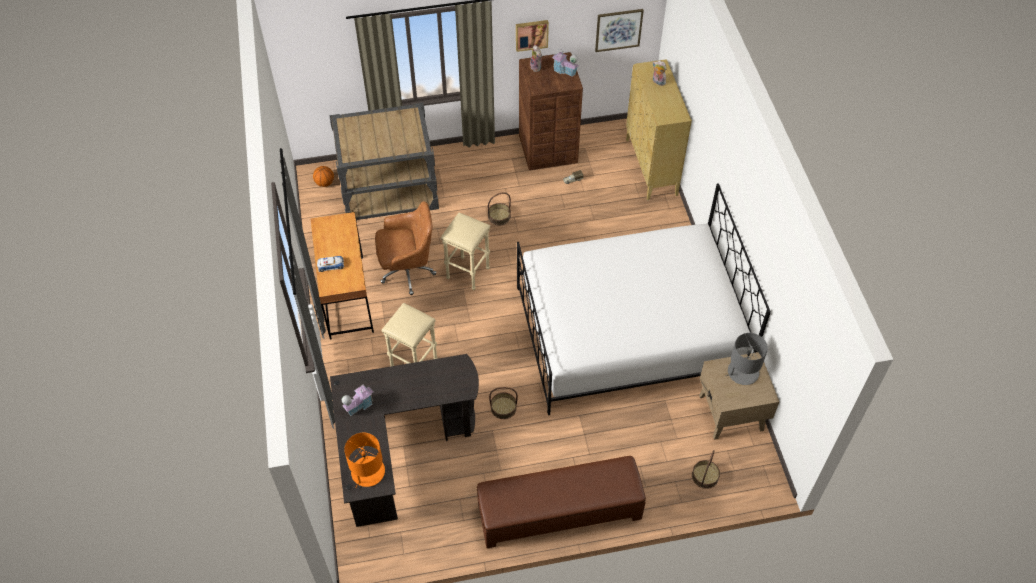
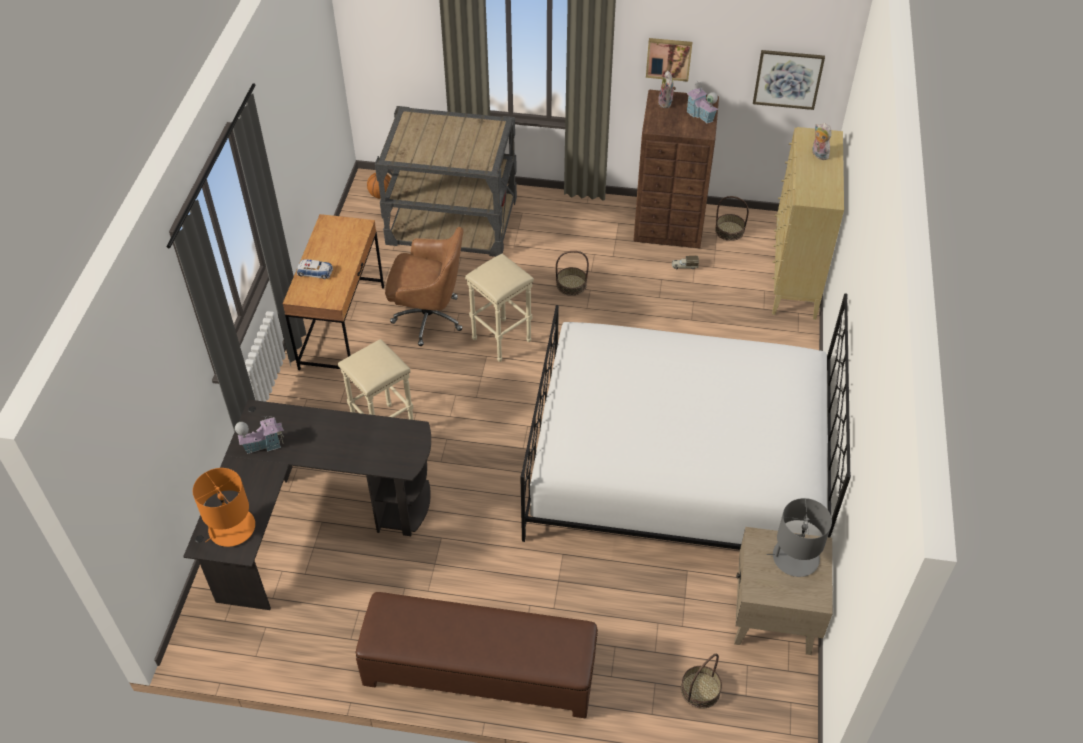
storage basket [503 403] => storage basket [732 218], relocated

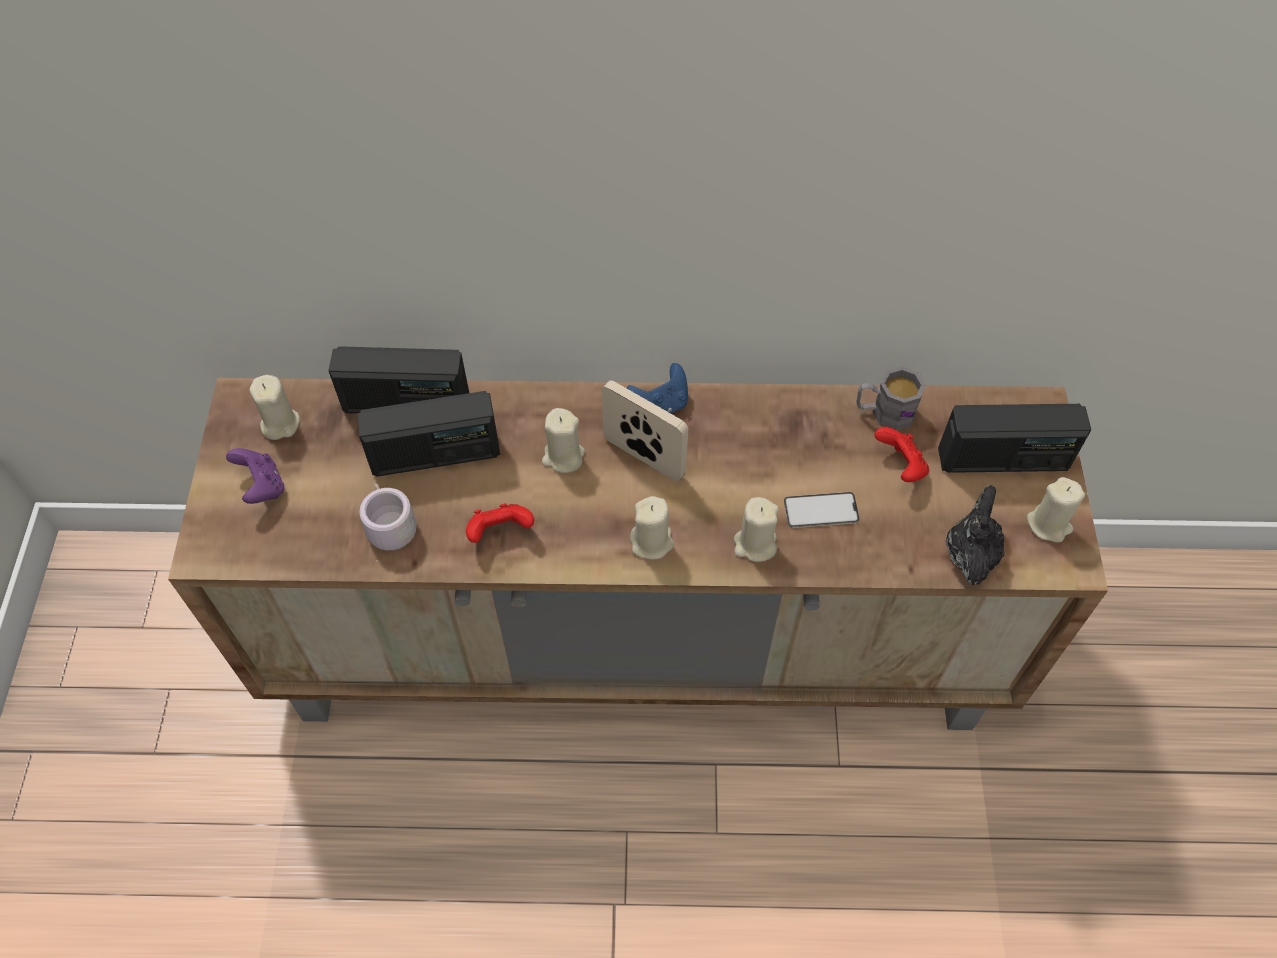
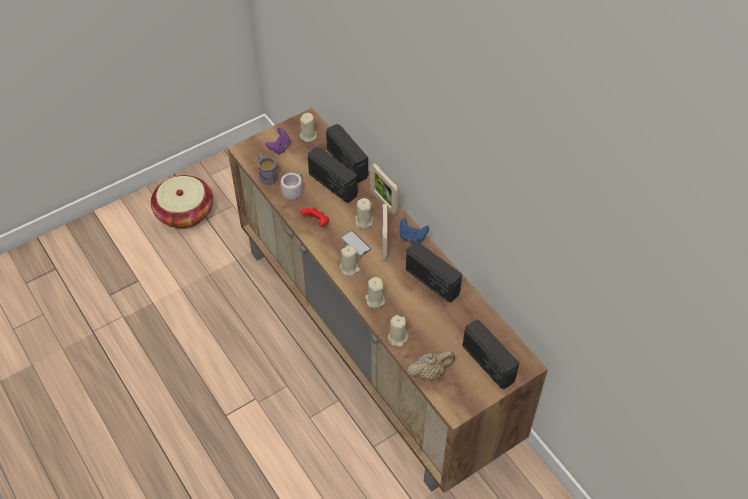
red-coloured gamepad [902 454] => nothing
nothing => storage basket [182 202]
nothing => picture frame [384 189]
nothing => radio receiver [434 272]
handset [821 510] => handset [355 243], relocated
greyish coffee mug [891 398] => greyish coffee mug [268 169], relocated
sand-coloured wax candle [1056 510] => sand-coloured wax candle [398 331], relocated
blackish teapot [975 535] => sand-coloured teapot [431 366]

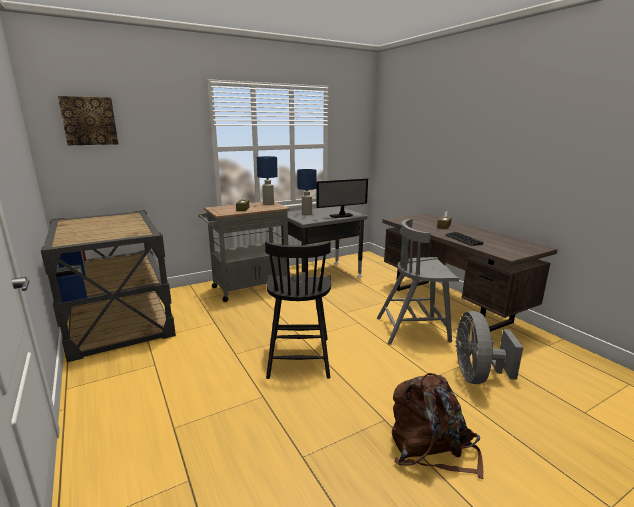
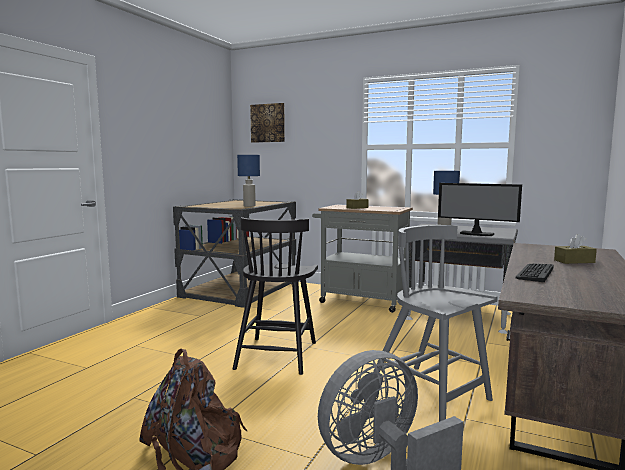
bluish lamp for a table [267 180] => bluish lamp for a table [248 181], relocated
blackish chair [298 310] => blackish chair [275 296], 45 degrees counterclockwise

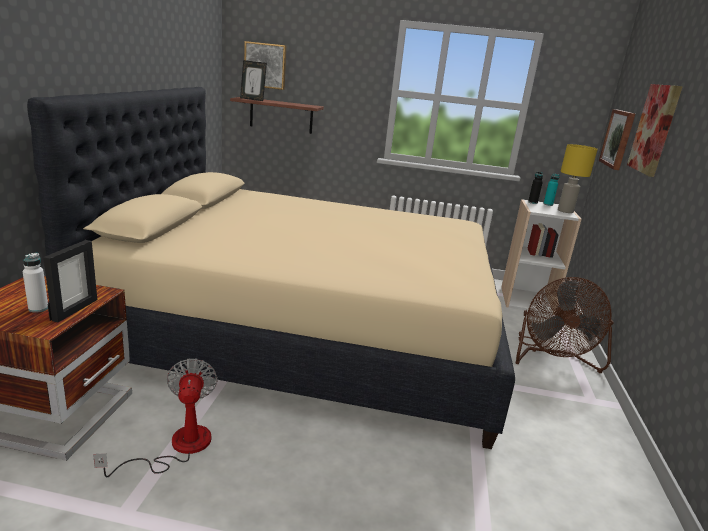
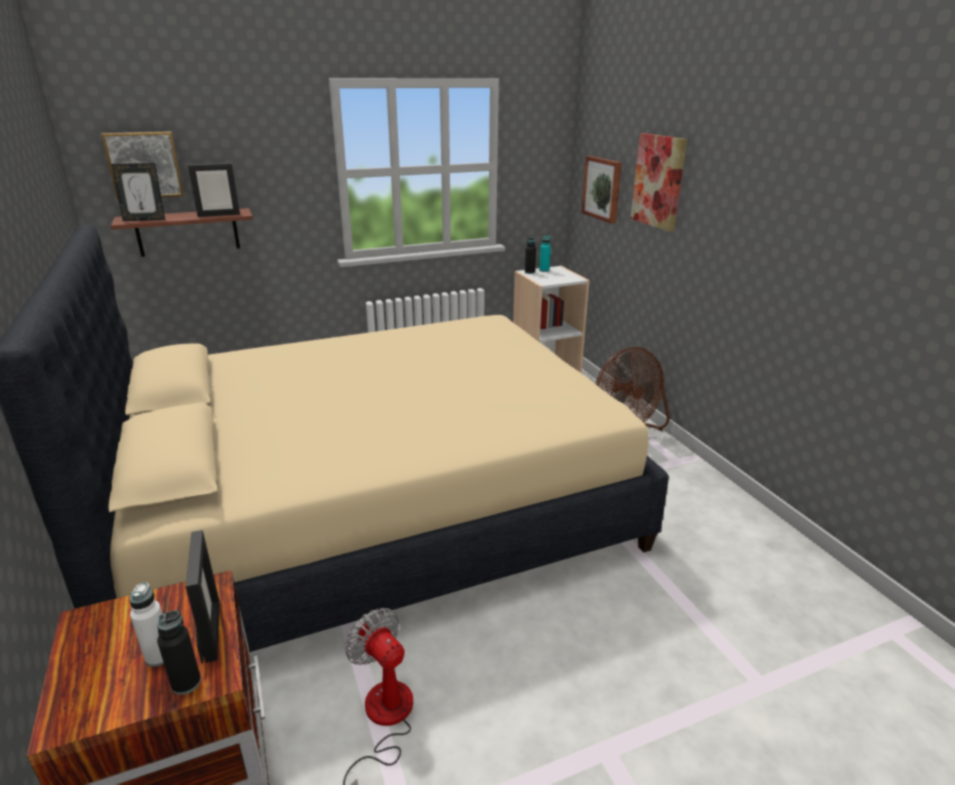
yellow lamp for a table [578 178] => nothing
nothing => blackish beverage bottle [179 652]
nothing => picture frame [214 190]

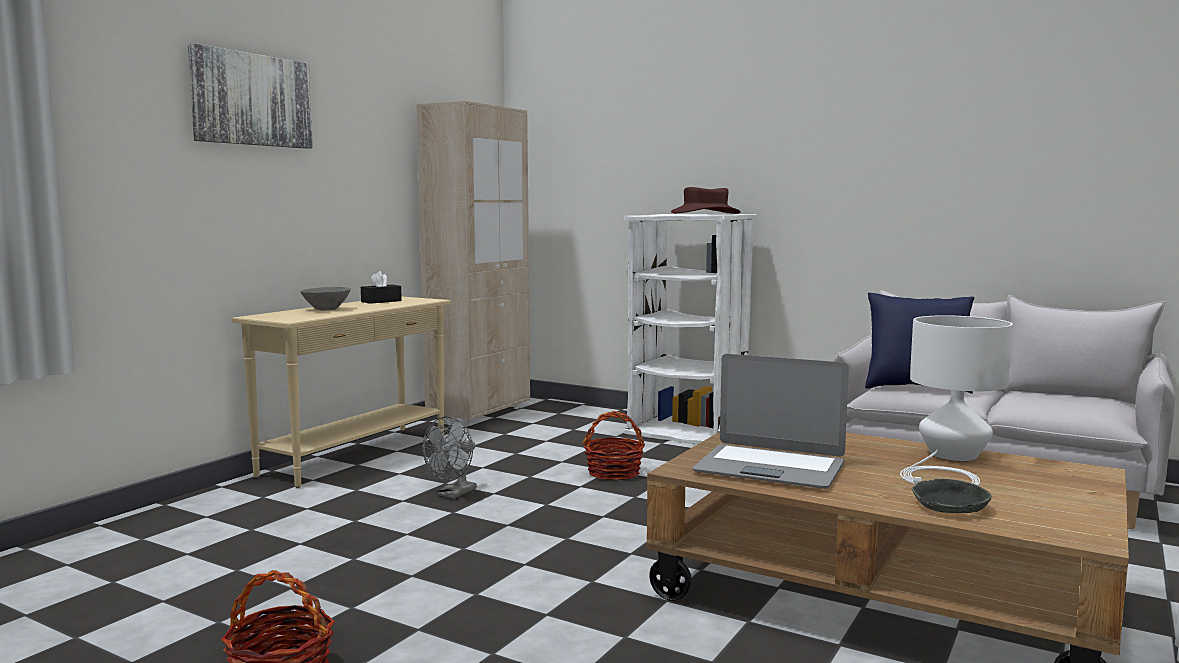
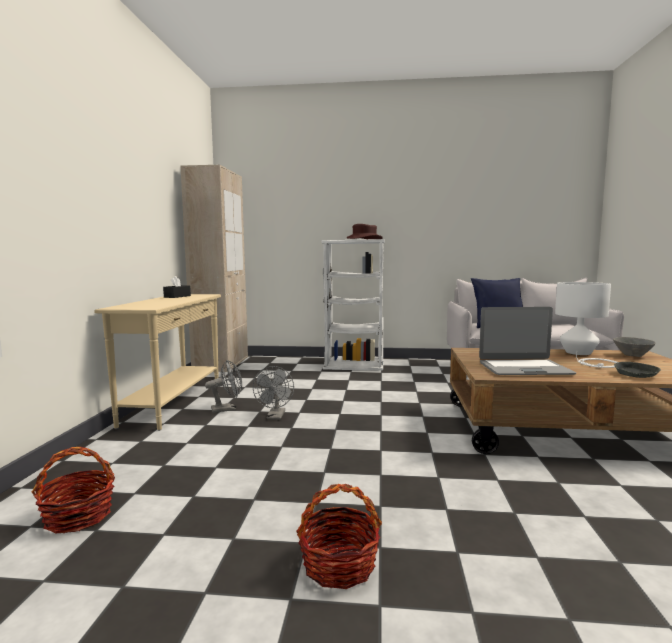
wall art [250 96] => nothing
nothing => greyish cooling fan [223 386]
greyish serving bowl [325 299] => greyish serving bowl [634 347], relocated
storage basket [613 446] => storage basket [73 490], relocated

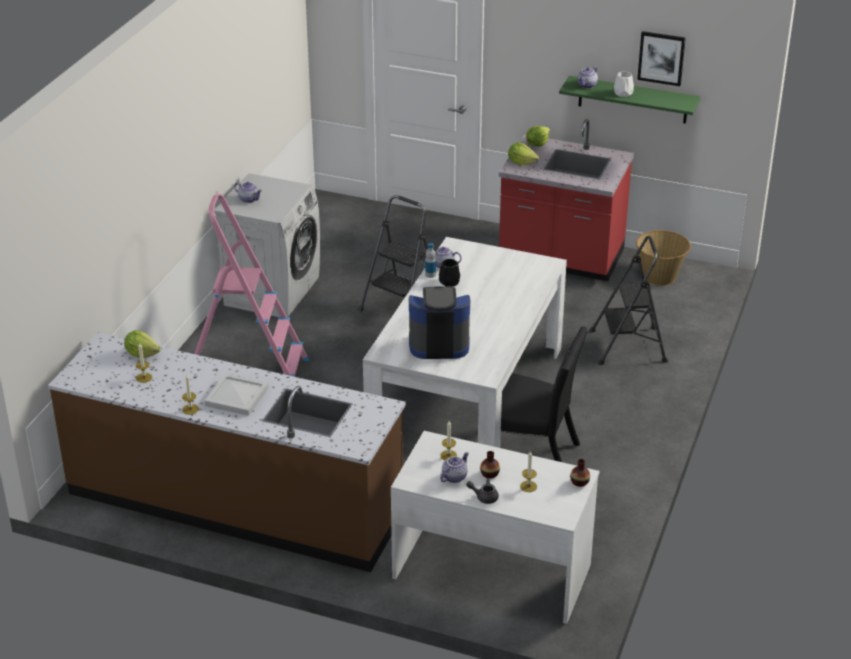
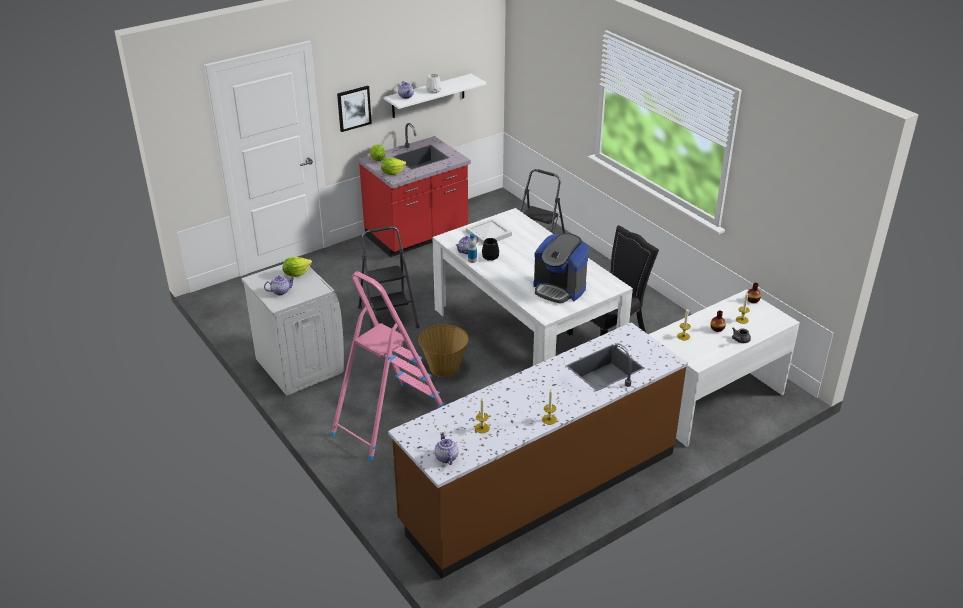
head of lettuce [142 344] => head of lettuce [297 267], relocated
whitish tray [236 395] => whitish tray [489 231], relocated
teapot [454 467] => teapot [447 448], relocated
storage basket [663 258] => storage basket [443 350], relocated
wall art [661 58] => wall art [354 109], relocated
green shelf [630 100] => whitish shelf [435 96]
coffee brewer [439 322] => coffee brewer [561 268], 90 degrees counterclockwise

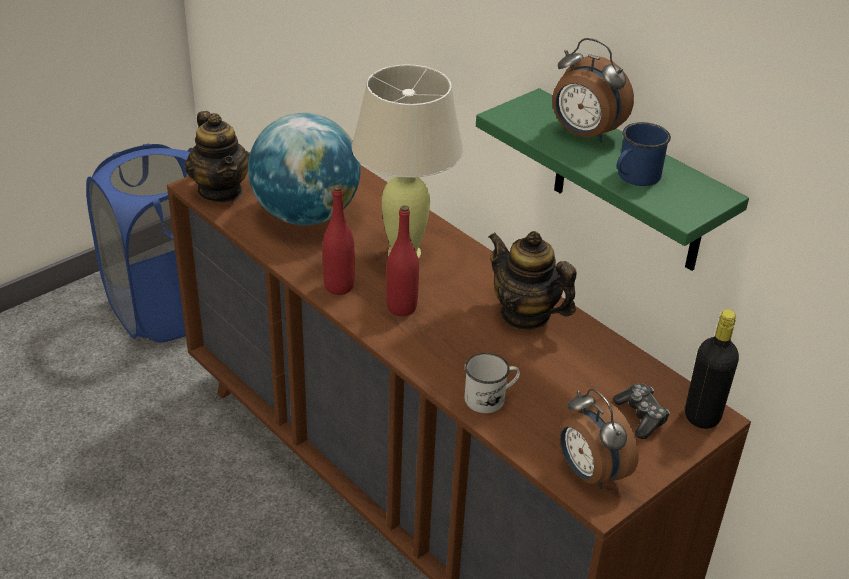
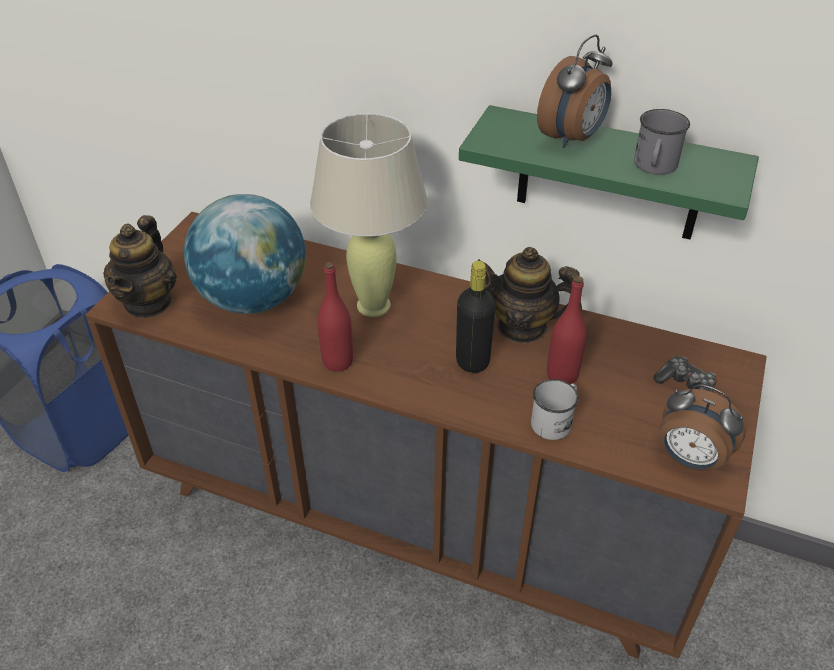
red-coloured beverage bottle [402 260] => red-coloured beverage bottle [566 330], relocated
blackish beverage bottle [712 369] => blackish beverage bottle [476 317], relocated
bluish coffee mug [644 154] => greyish coffee mug [662 142]
teapot [217 156] => teapot [140 266], 60 degrees clockwise
alarm clock [593 90] => alarm clock [574 91], 60 degrees counterclockwise

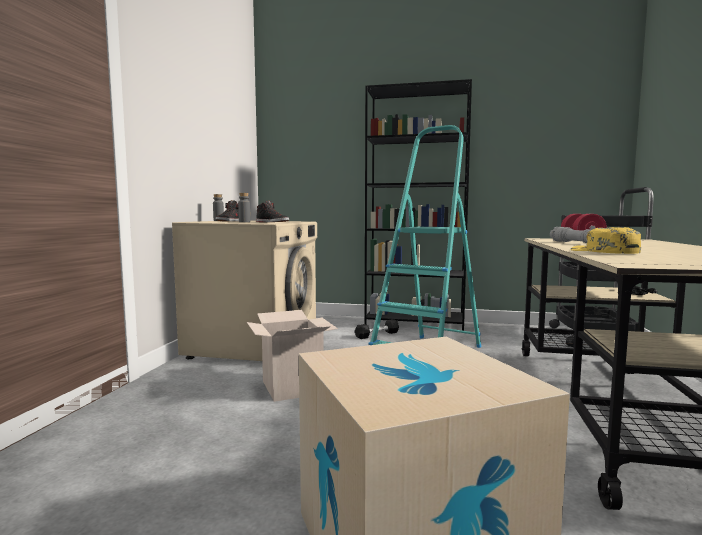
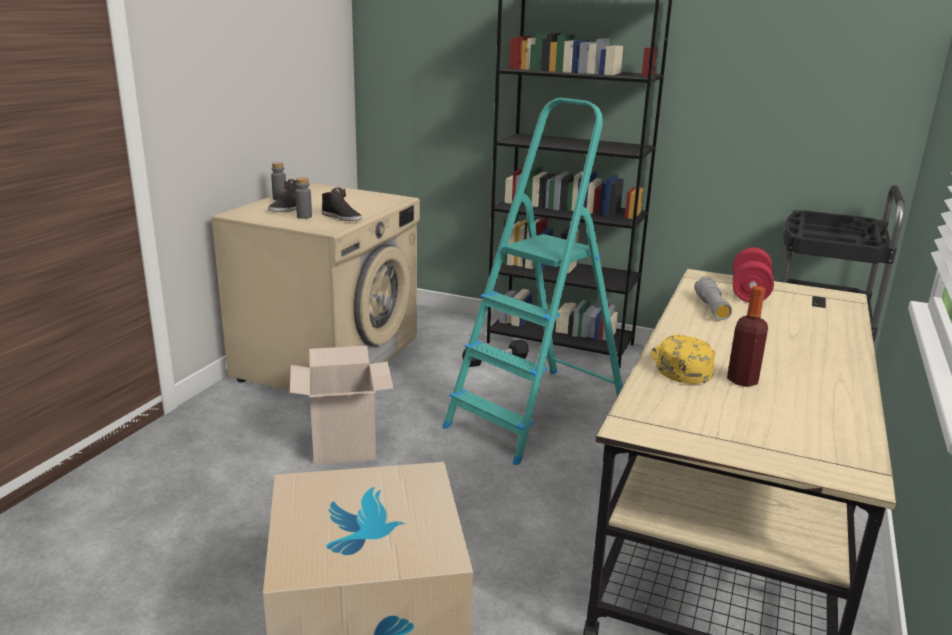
nothing => beverage bottle [747 336]

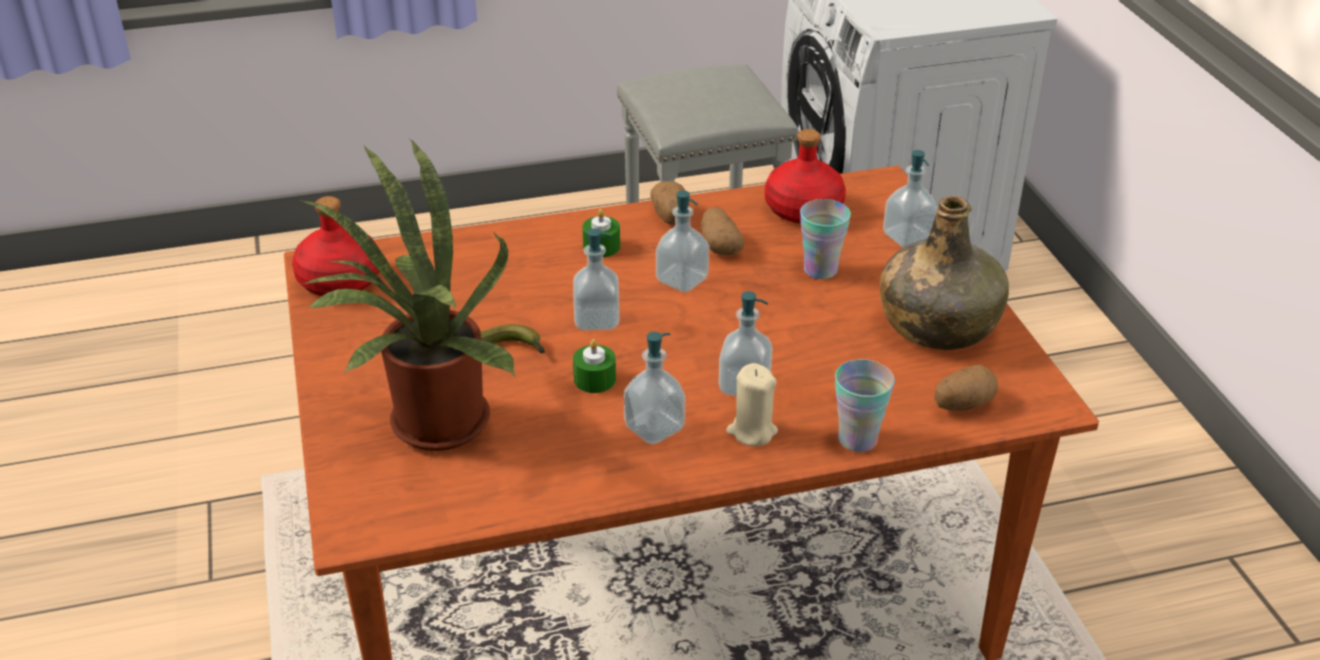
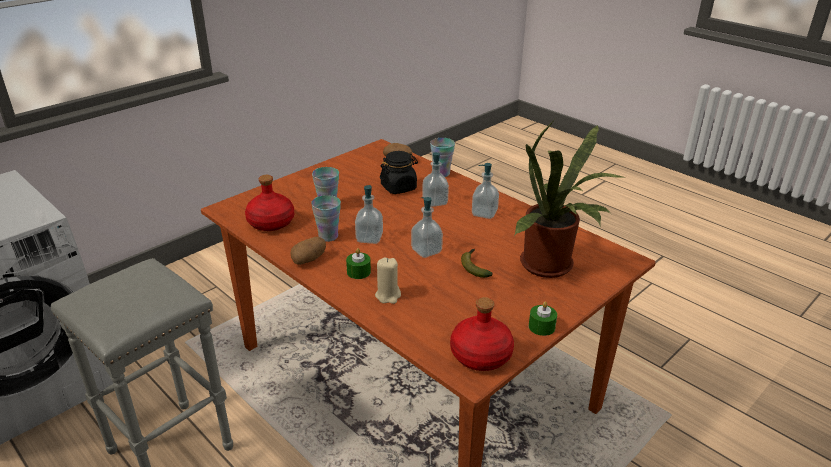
green beverage bottle [944 273] => nothing
liquid soap bottle [910 199] => nothing
nothing => blackish storage jar [399 172]
green wax candle [594 366] => green wax candle [543 318], relocated
sand-coloured wax candle [752 404] => sand-coloured wax candle [388 280], relocated
whole potato [722 231] => drinking cup [326 218]

